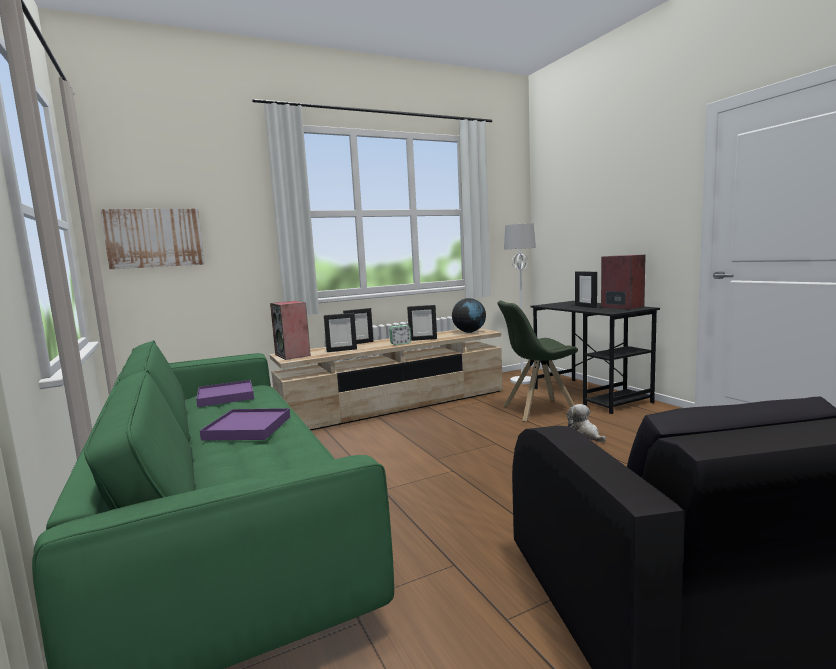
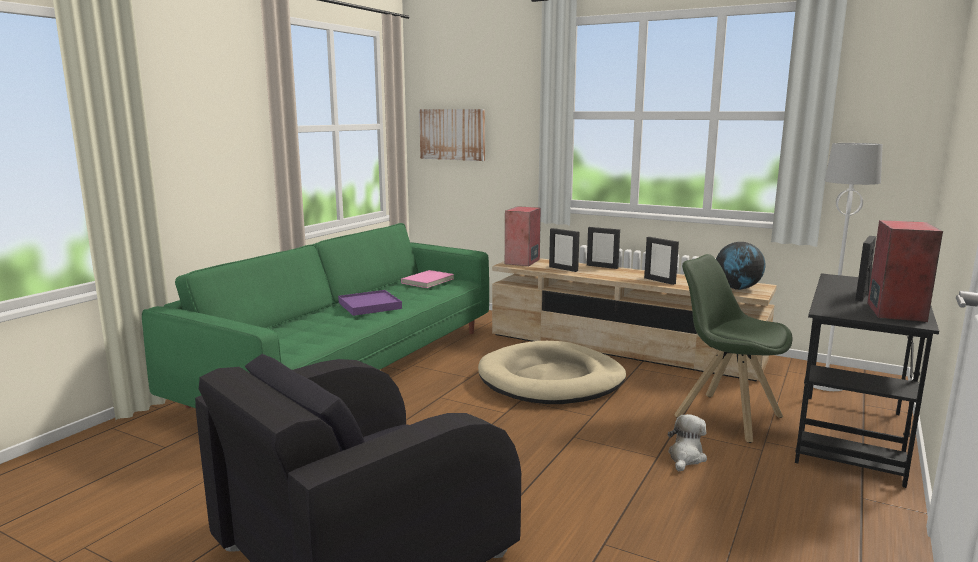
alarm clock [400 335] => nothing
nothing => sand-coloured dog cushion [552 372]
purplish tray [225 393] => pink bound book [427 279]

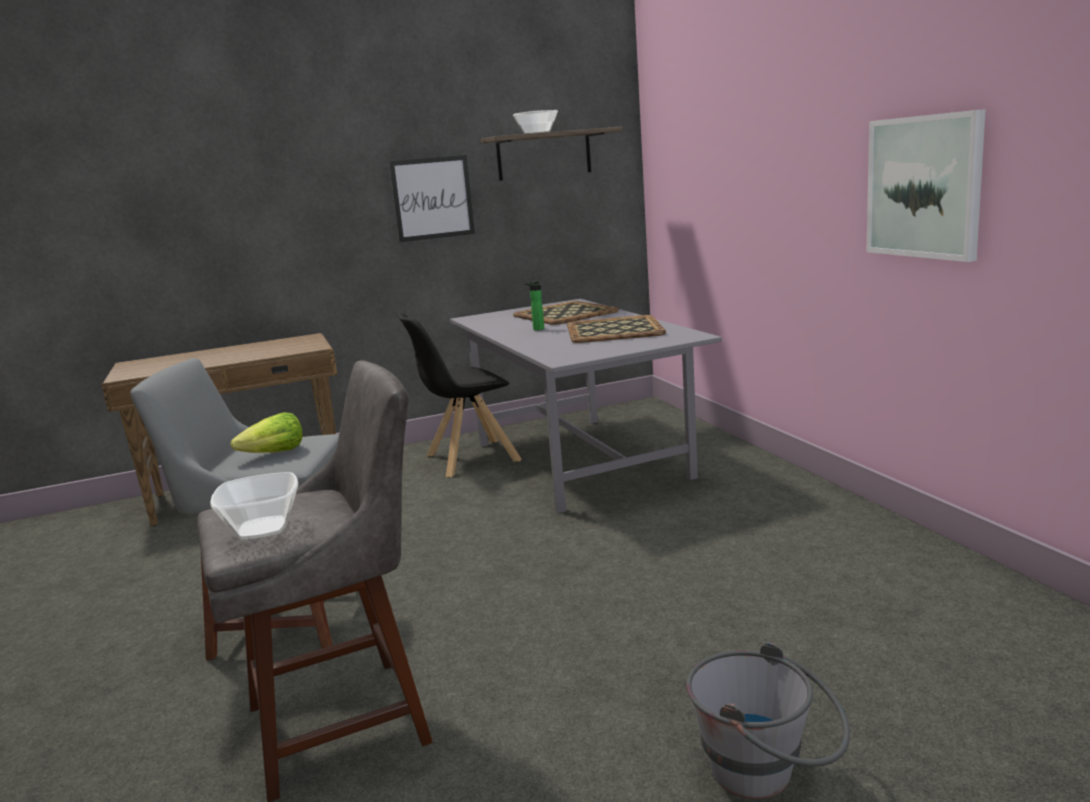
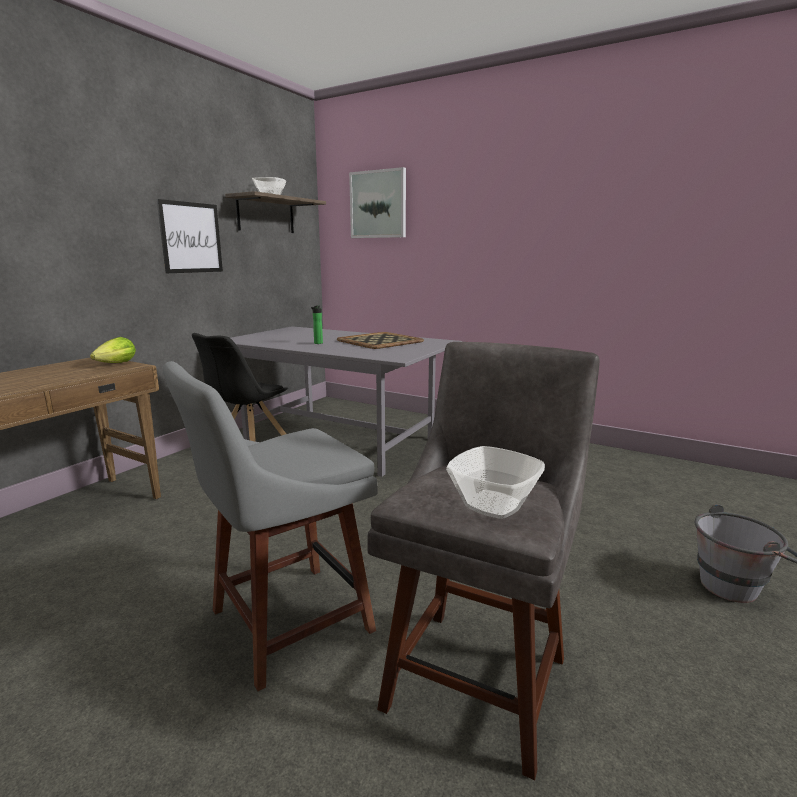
tray [566 313] => nothing
head of lettuce [266 432] => head of lettuce [113 350], relocated
wall art [926 185] => wall art [377 202], relocated

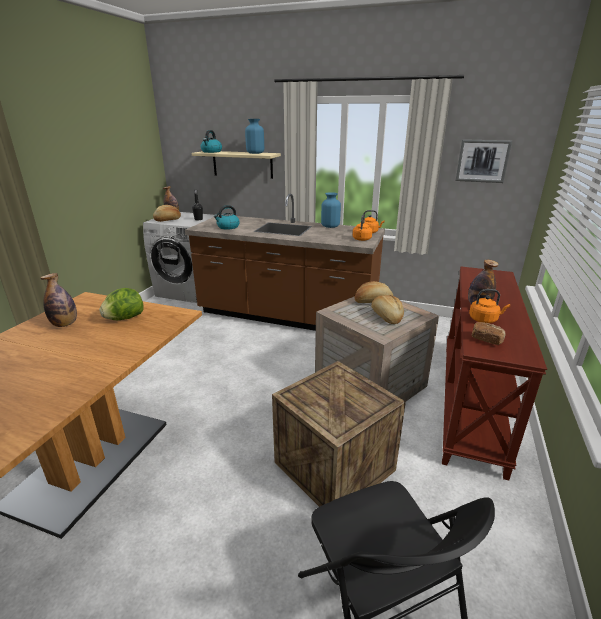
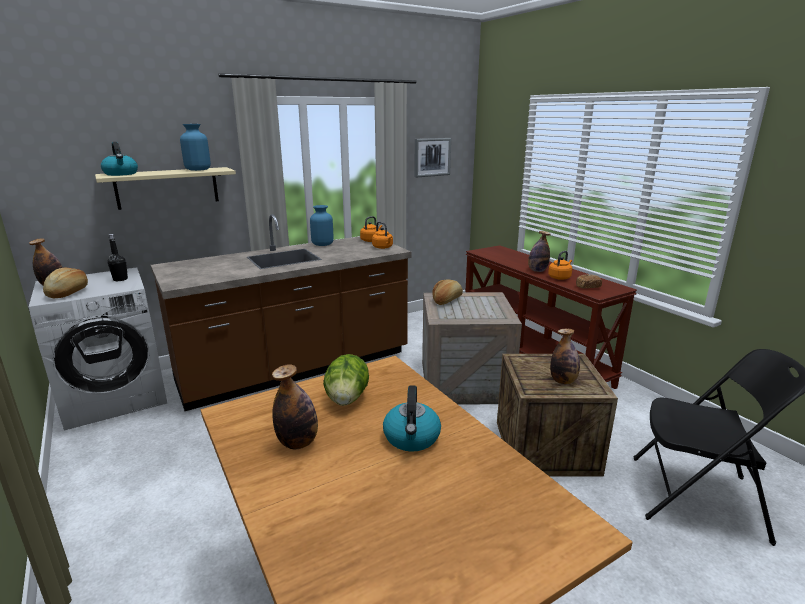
bread [387 309] => nothing
nothing => beverage bottle [565 356]
kettle [227 217] => kettle [412 419], relocated

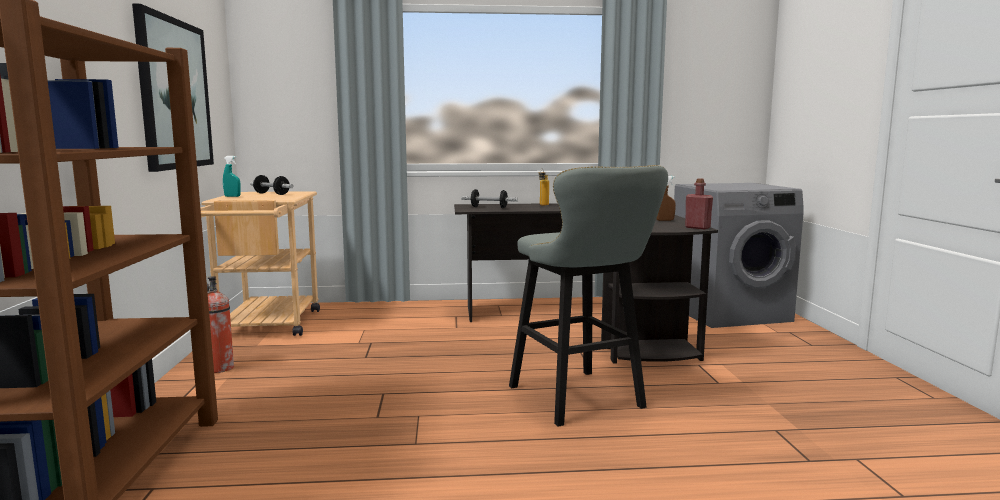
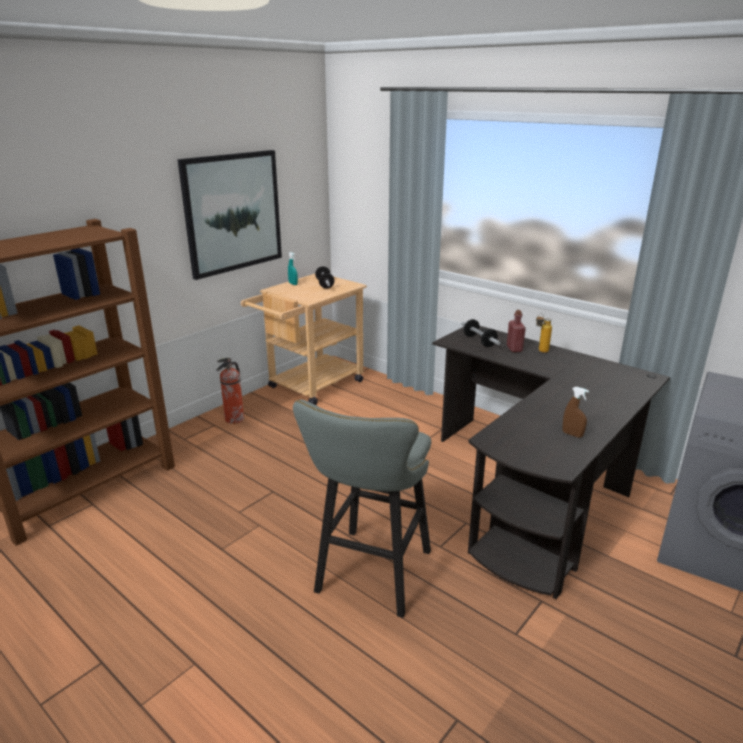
red-coloured beverage bottle [699 203] => red-coloured beverage bottle [516 331], relocated

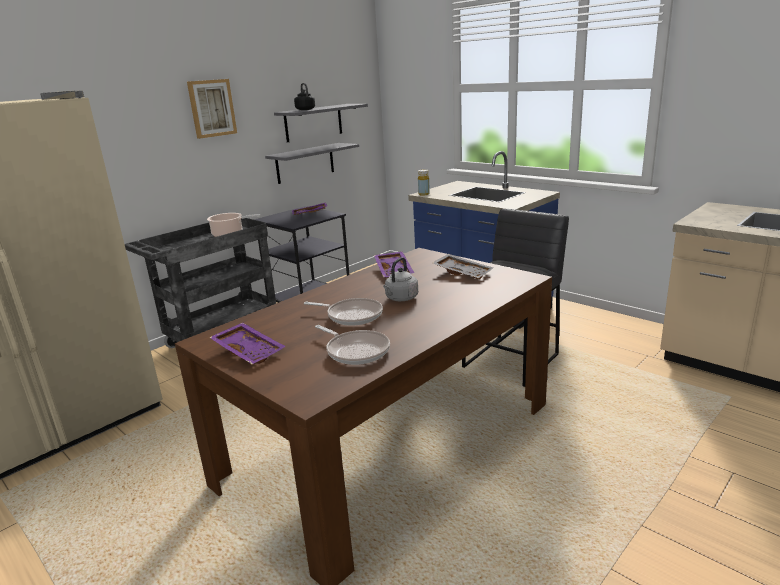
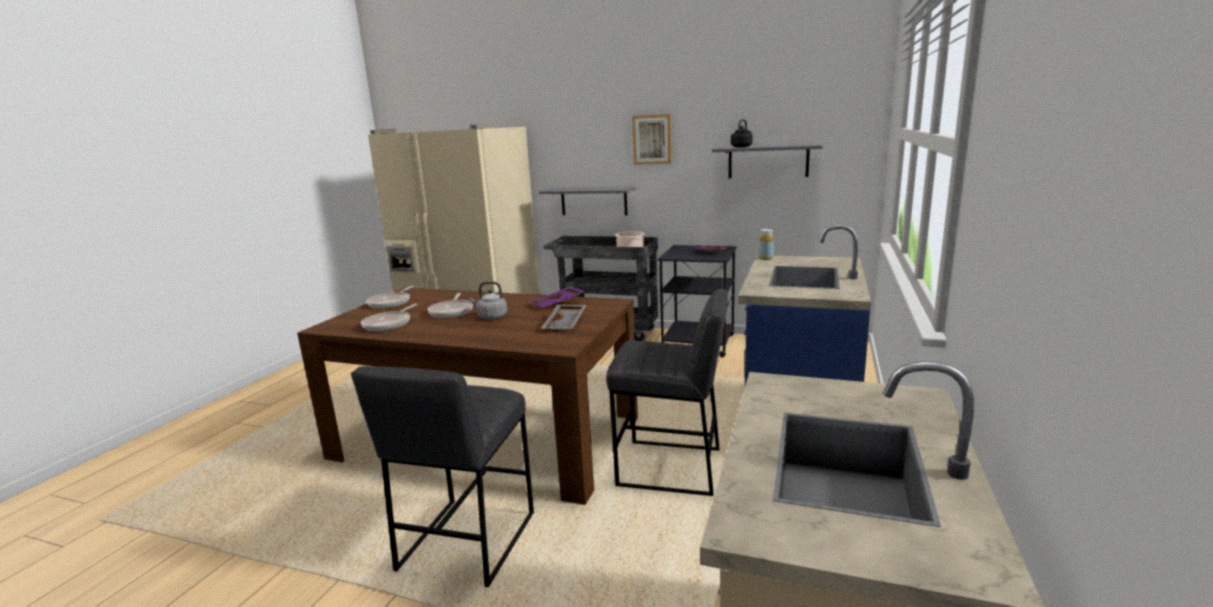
nothing => greyish sitting stool [442 476]
greyish shelf [312 163] => greyish shelf [588 201], relocated
purplish tray [247 343] => frying pan [390 297]

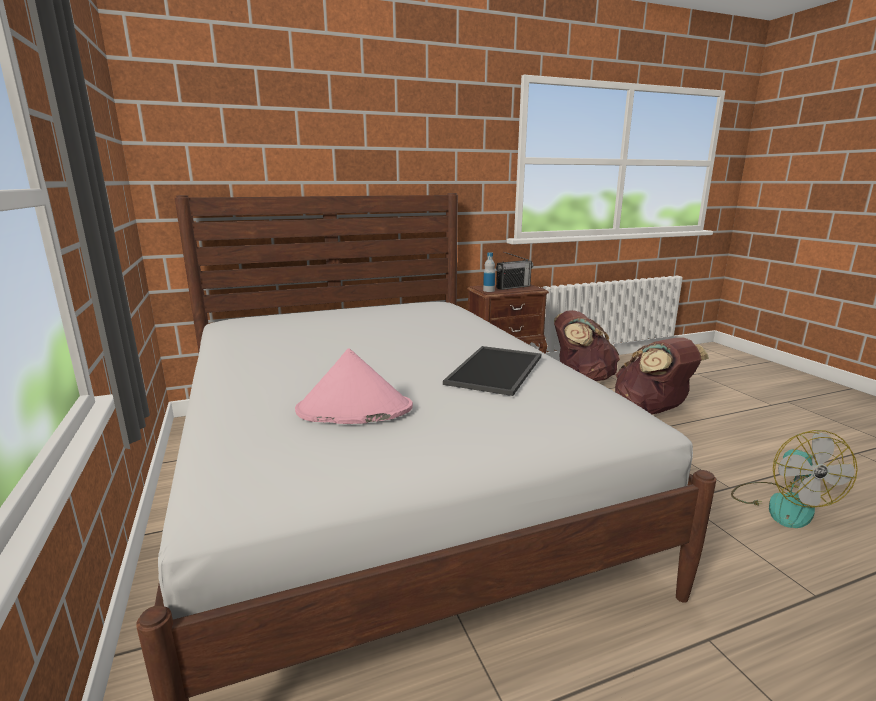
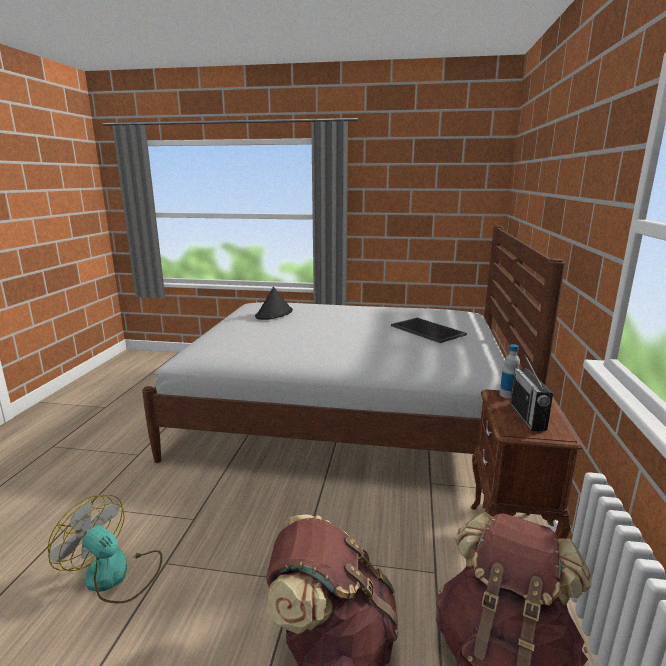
tray [492 371] => tray [429 330], relocated
pink hat [354 386] => blackish hat [274 303]

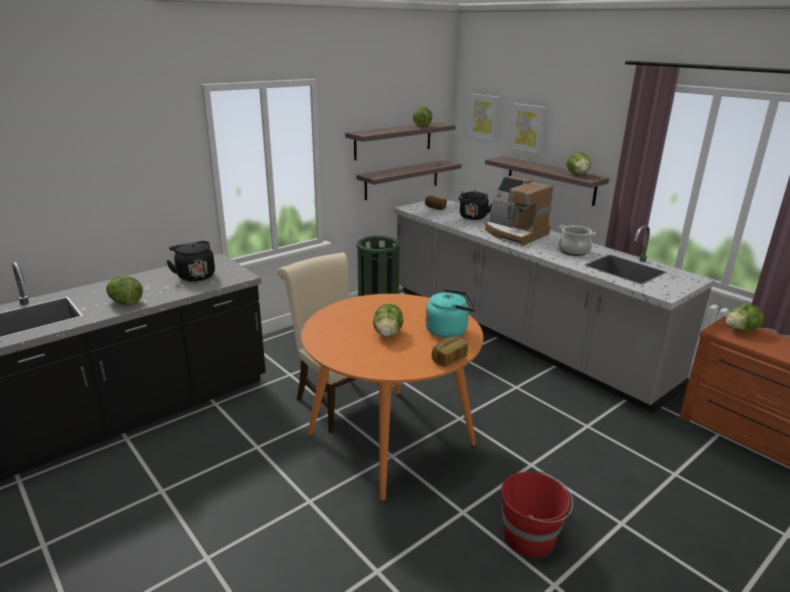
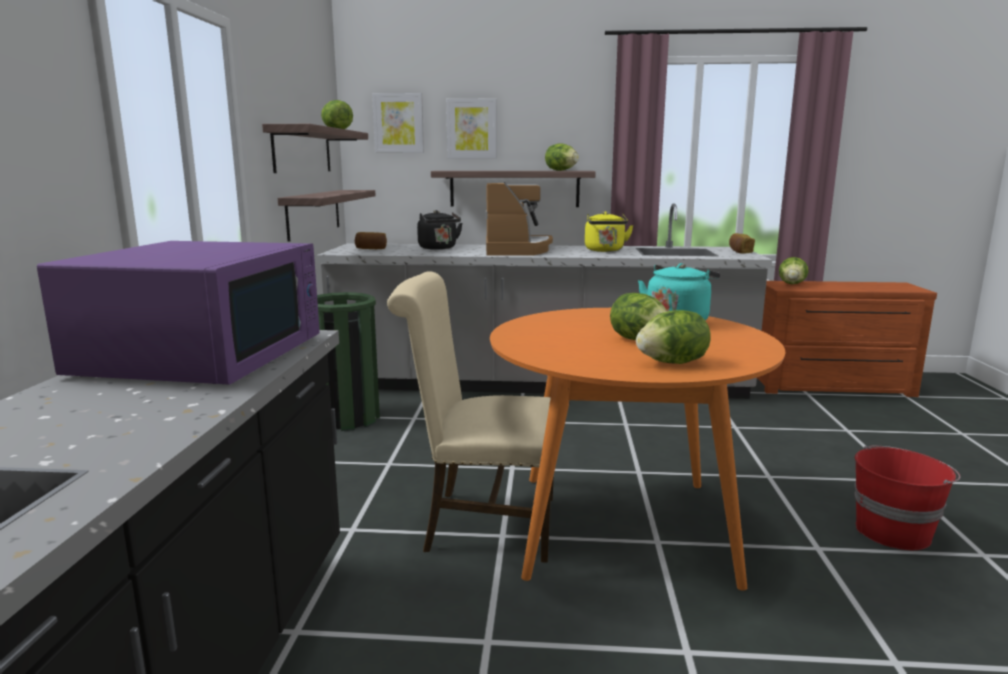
head of lettuce [124 290] => head of lettuce [673 337], relocated
bread [450 351] => bread [742 243], relocated
blackish kettle [190 261] => purplish microwave oven [178 313]
saucepot [577 240] => yellow kettle [609 231]
coffee brewer [518 211] => coffee brewer [519 219], 90 degrees counterclockwise

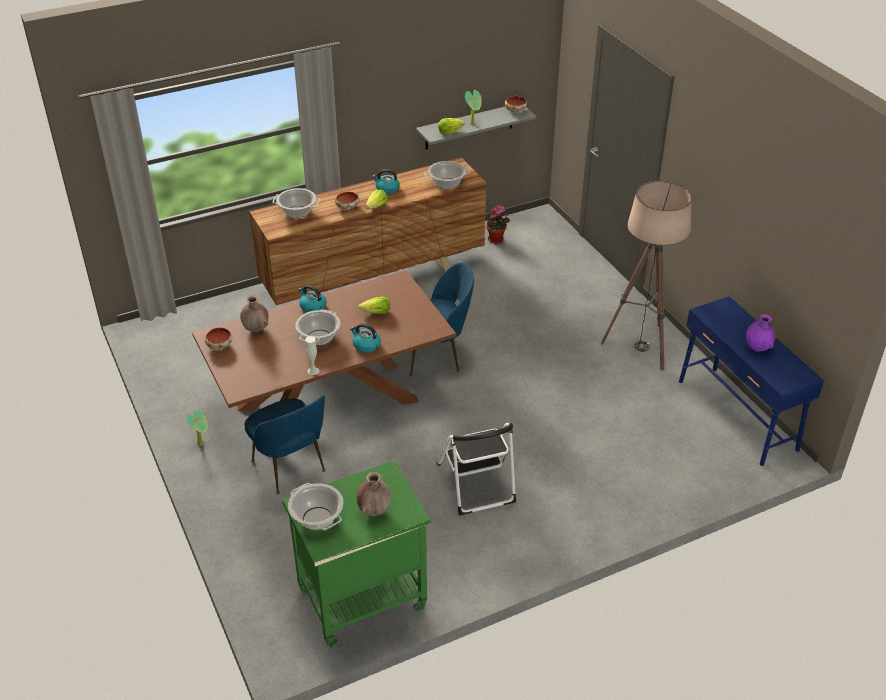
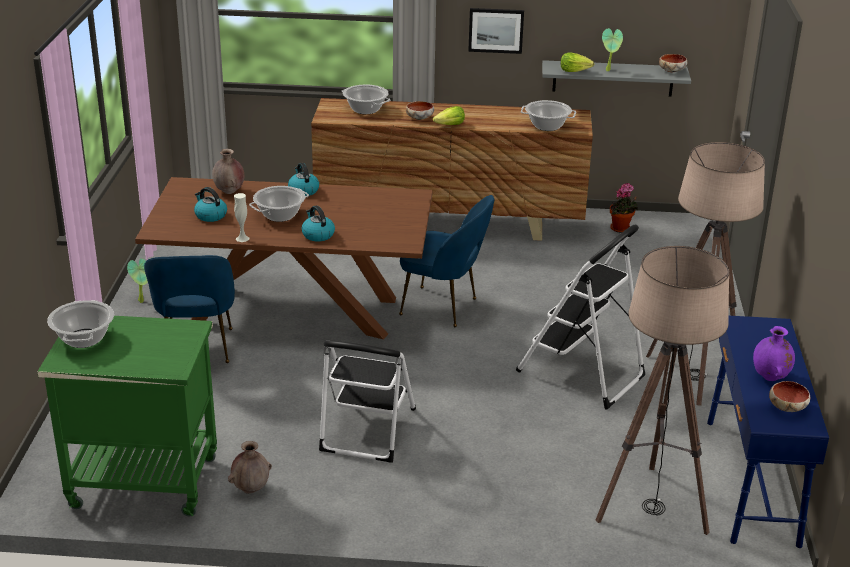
head of lettuce [374 305] => nothing
nothing => wall art [496 31]
nothing => step stool [580 317]
nothing => standard lamp [662 390]
serving bowl [218 339] => serving bowl [789 396], relocated
brown flower vase [374 494] => brown flower vase [250 467], relocated
kettle [386 181] => kettle [210 204], relocated

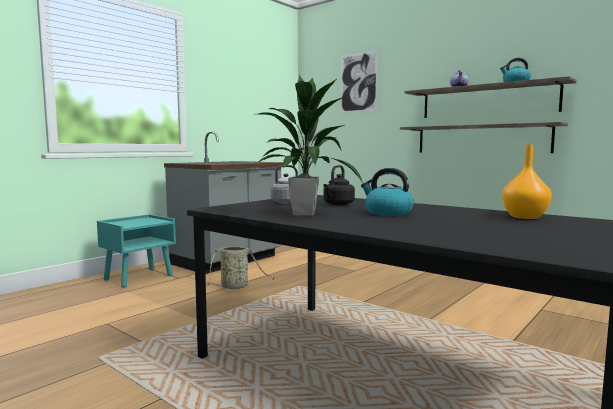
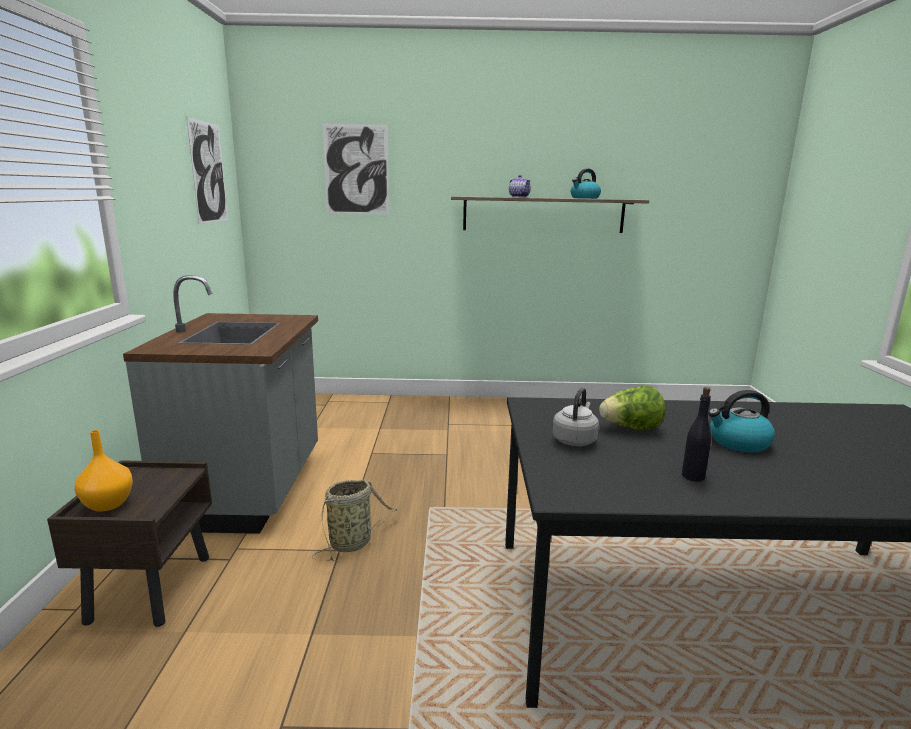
shelf [484 137] => nothing
nothing => wall art [207 170]
orange-coloured flower vase [527 182] => orange-coloured flower vase [103 471], relocated
houseplant [309 145] => blackish beverage bottle [696 434]
blackish kettle [339 185] => head of lettuce [632 408]
turquoise nightstand [136 250] => brown nightstand [129 543]

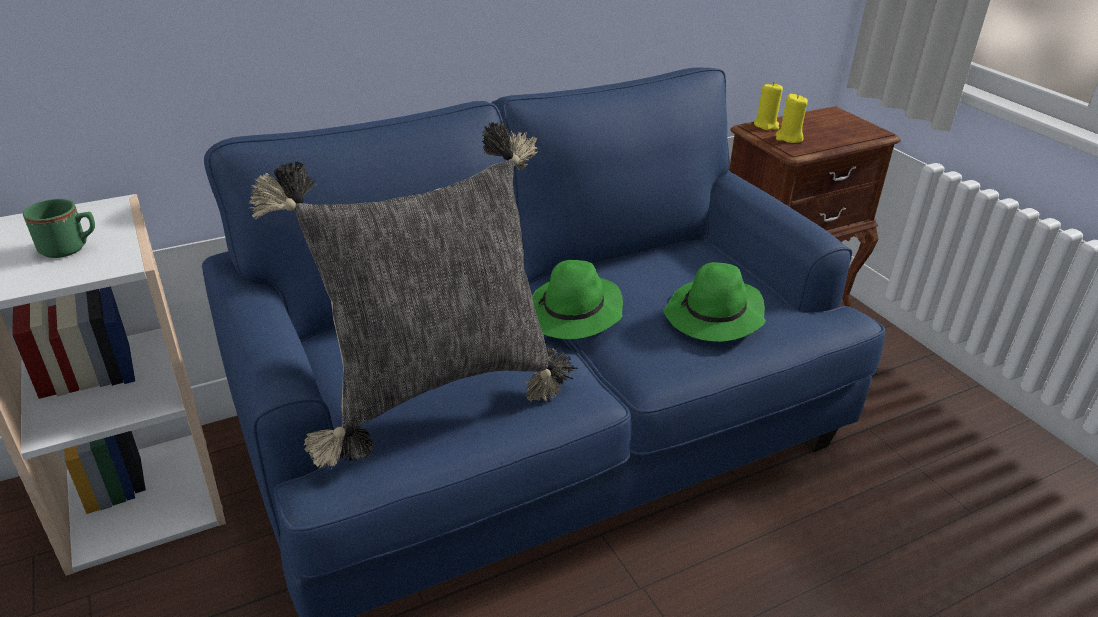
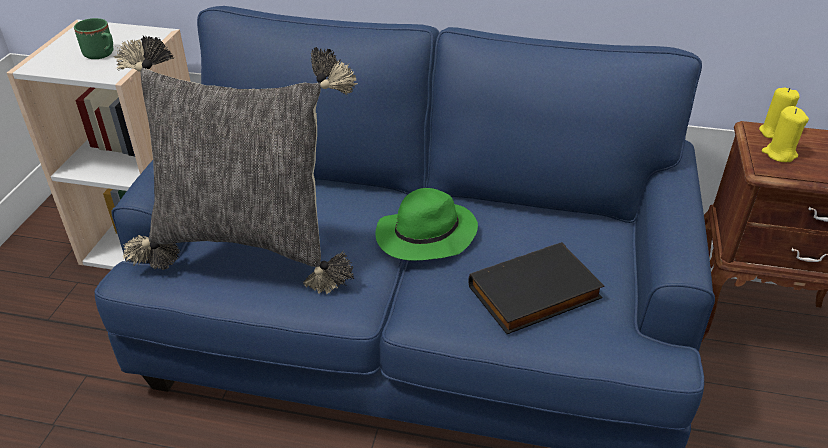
green hat [714 302] => blackish bound book [536 288]

